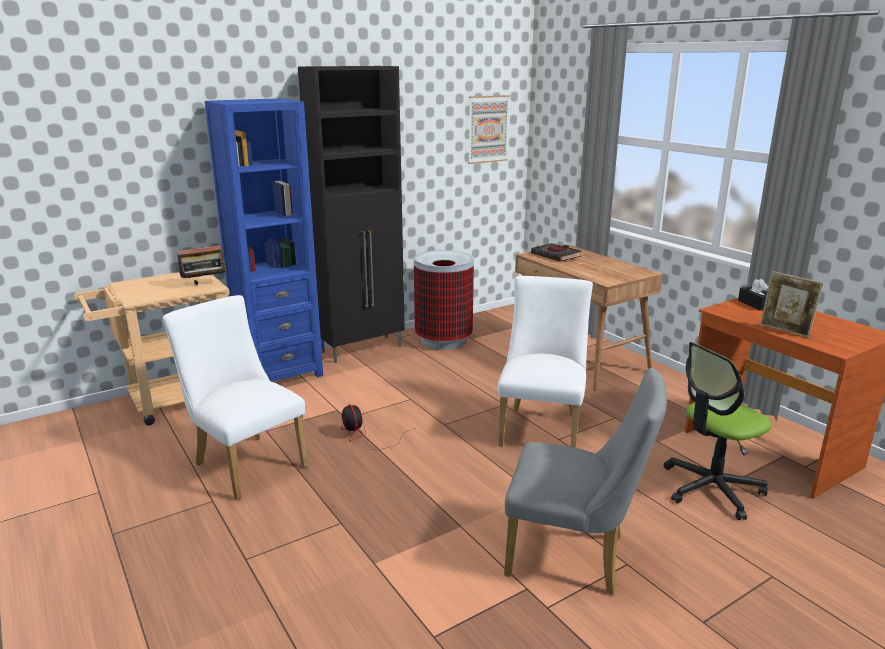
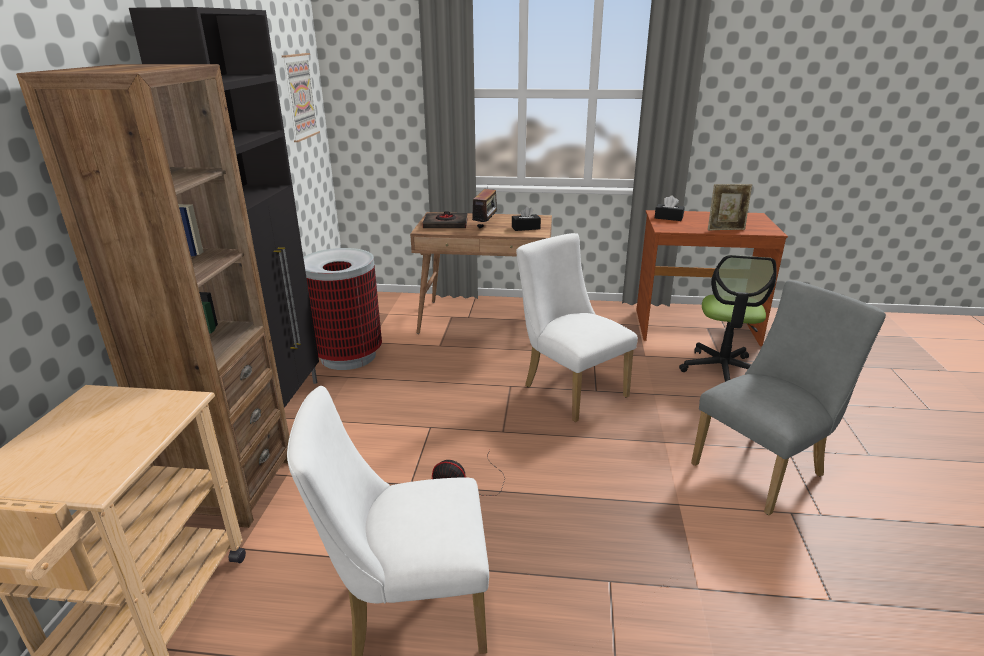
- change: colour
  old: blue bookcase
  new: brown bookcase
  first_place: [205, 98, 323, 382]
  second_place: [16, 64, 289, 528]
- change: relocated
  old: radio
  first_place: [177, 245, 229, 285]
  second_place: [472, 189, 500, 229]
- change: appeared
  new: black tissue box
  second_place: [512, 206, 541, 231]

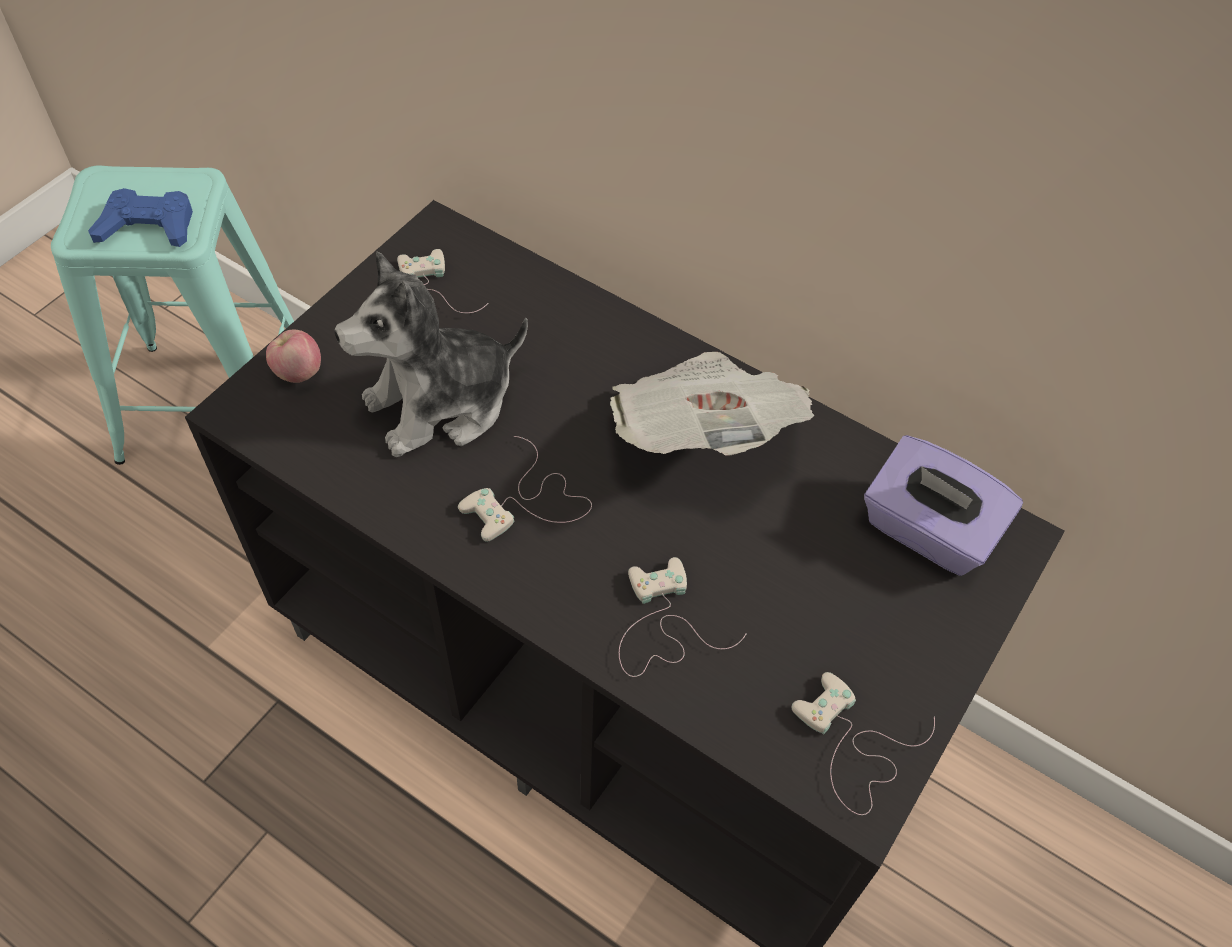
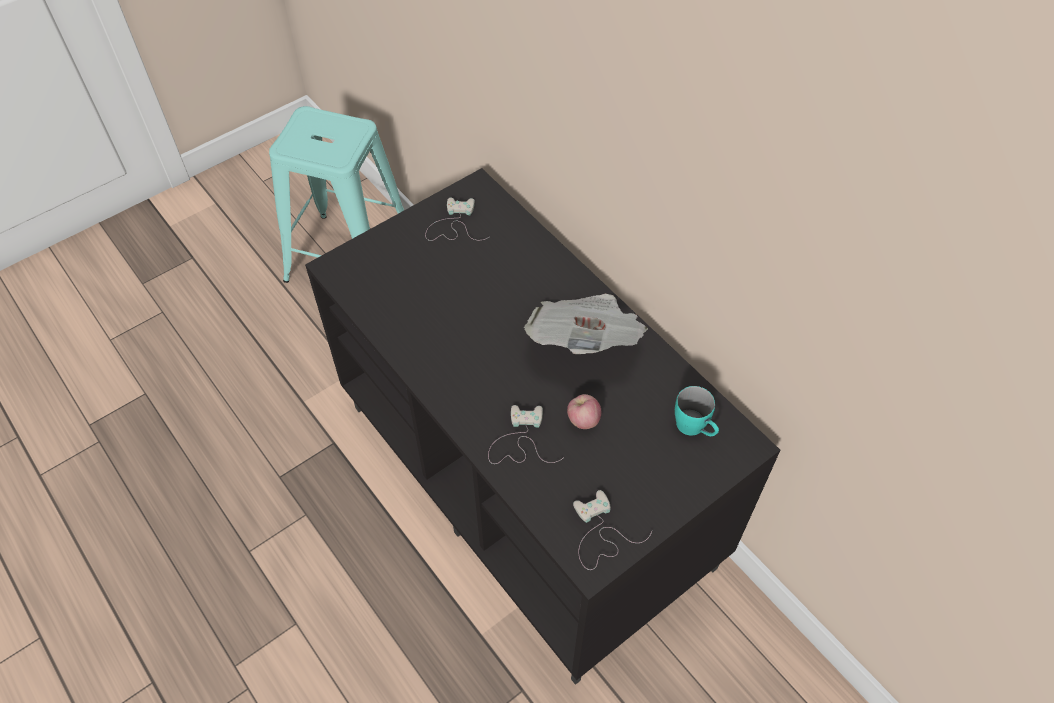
- change: missing
  old: blue game controller
  first_place: [88, 188, 193, 247]
- change: missing
  old: plush toy
  first_place: [335, 251, 528, 457]
- change: relocated
  old: apple
  first_place: [266, 330, 321, 383]
  second_place: [567, 394, 601, 429]
- change: exchanged
  old: purple tissue box
  new: turquoise mug
  first_place: [864, 435, 1023, 576]
  second_place: [675, 386, 719, 436]
- change: missing
  old: white game controller
  first_place: [458, 436, 592, 542]

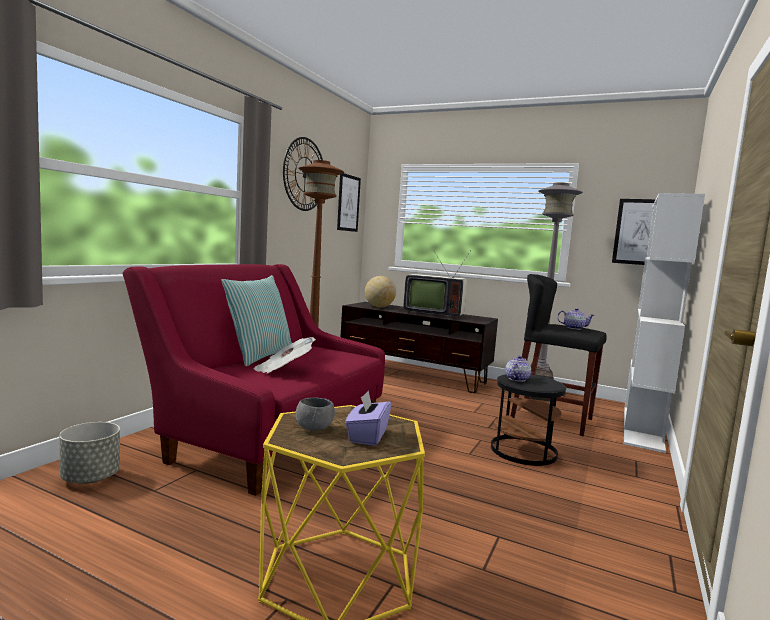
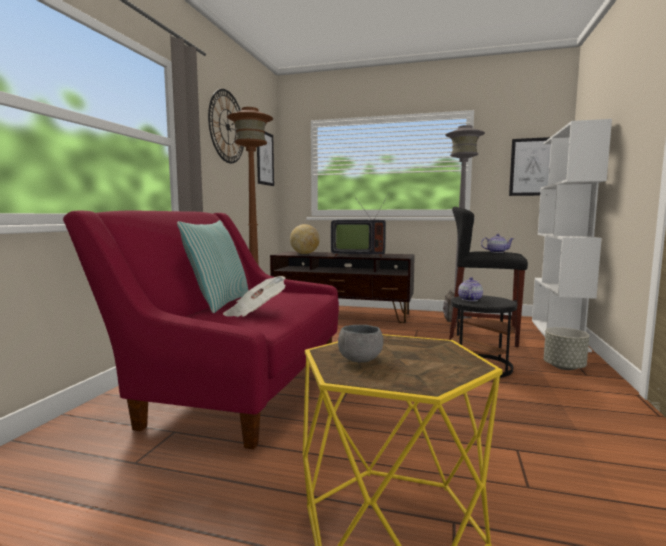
- change: missing
  old: purple tissue box
  first_place: [345, 390, 391, 446]
- change: relocated
  old: grey planter
  first_place: [59, 422, 120, 484]
  second_place: [544, 327, 589, 370]

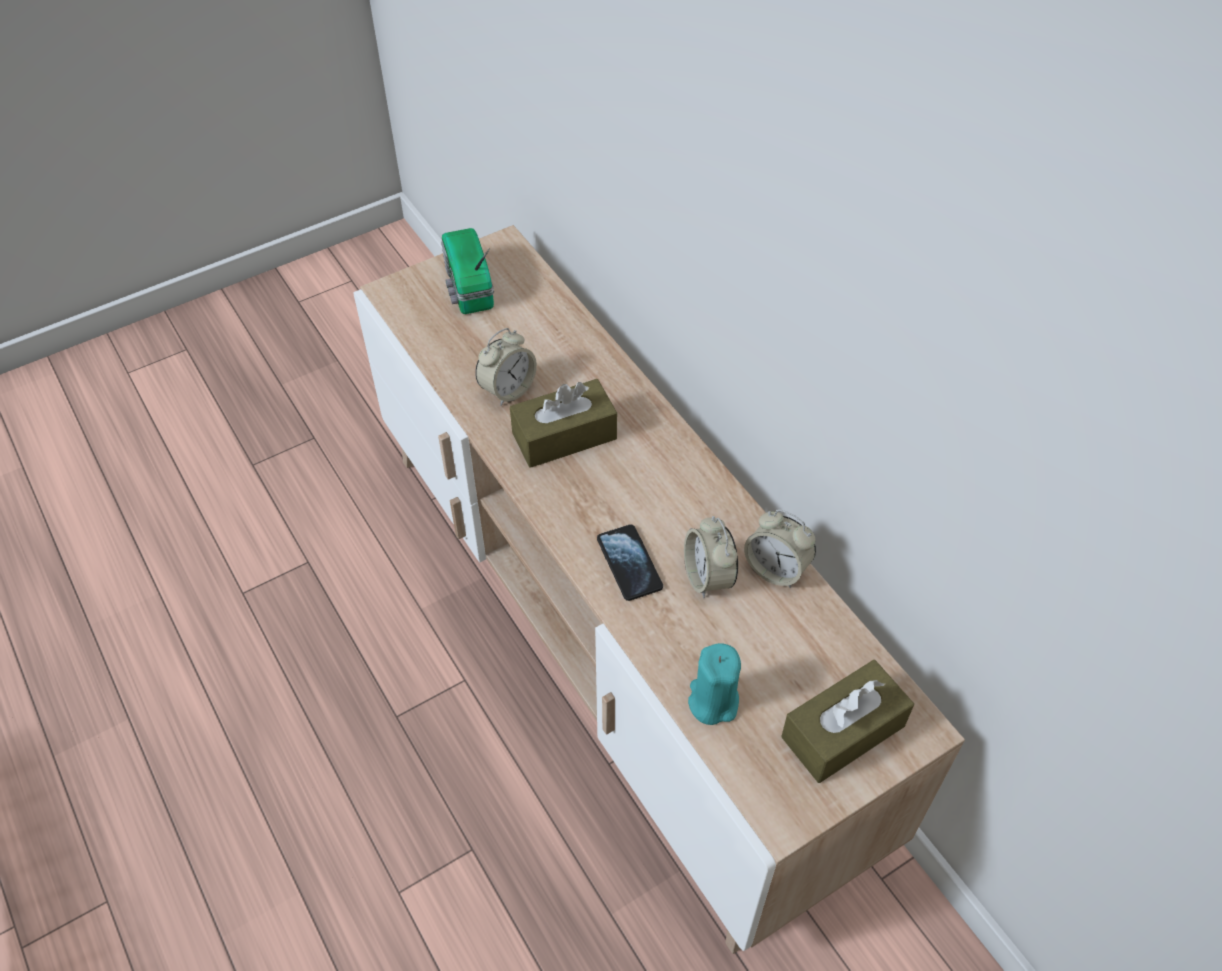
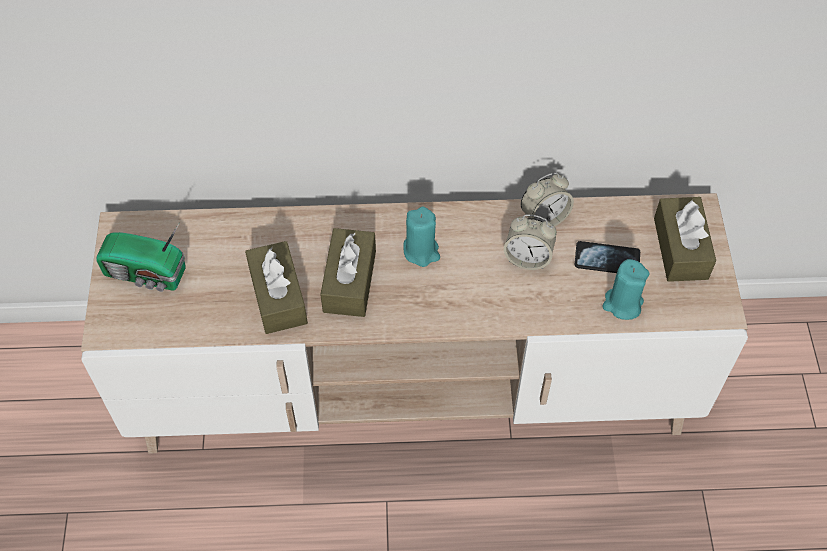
- change: exchanged
  old: alarm clock
  new: brown tissue box
  first_place: [475, 328, 537, 406]
  second_place: [245, 241, 308, 334]
- change: relocated
  old: phone
  first_place: [597, 524, 663, 601]
  second_place: [575, 241, 640, 273]
- change: appeared
  new: turquoise candle
  second_place: [404, 207, 440, 267]

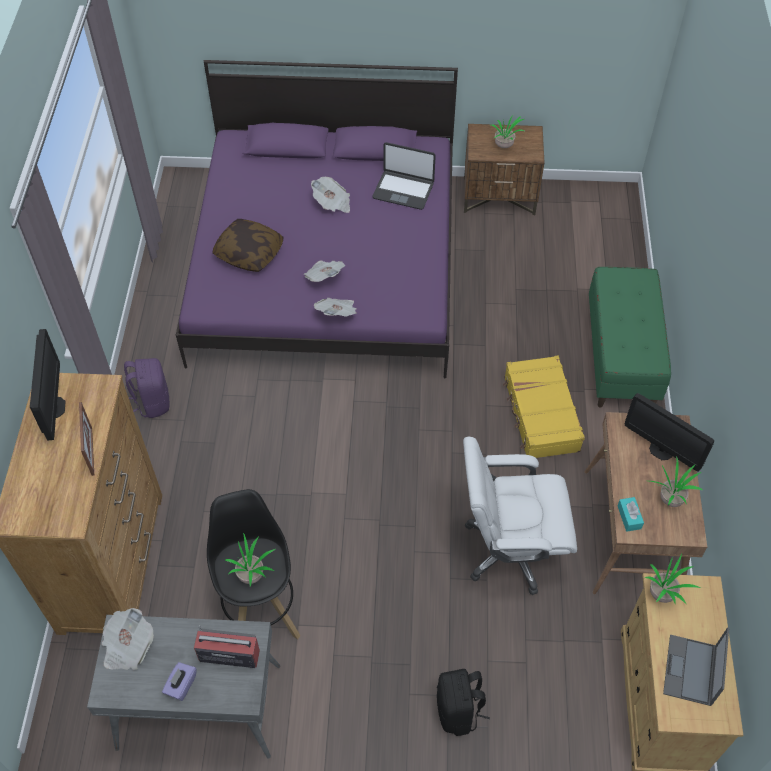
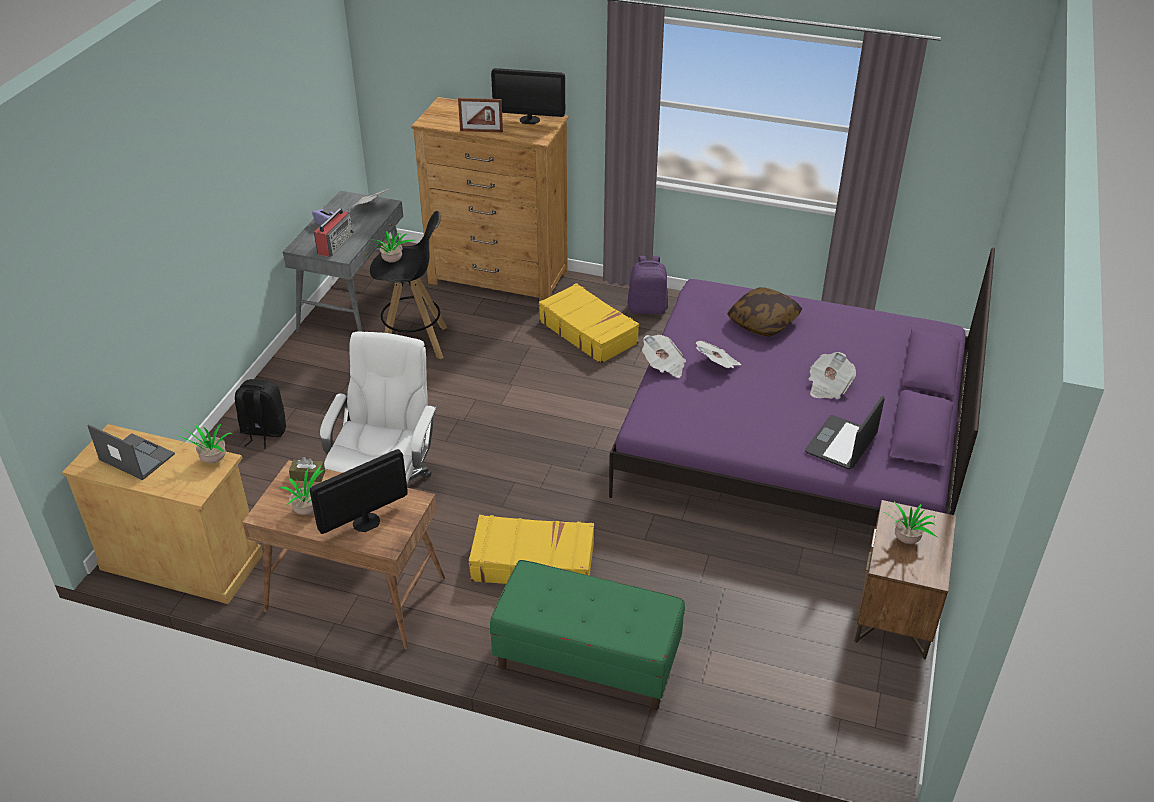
- change: colour
  old: turquoise tissue box
  new: brown tissue box
  first_place: [617, 497, 644, 532]
  second_place: [289, 457, 325, 482]
- change: appeared
  new: yellow suitcase
  second_place: [539, 283, 639, 364]

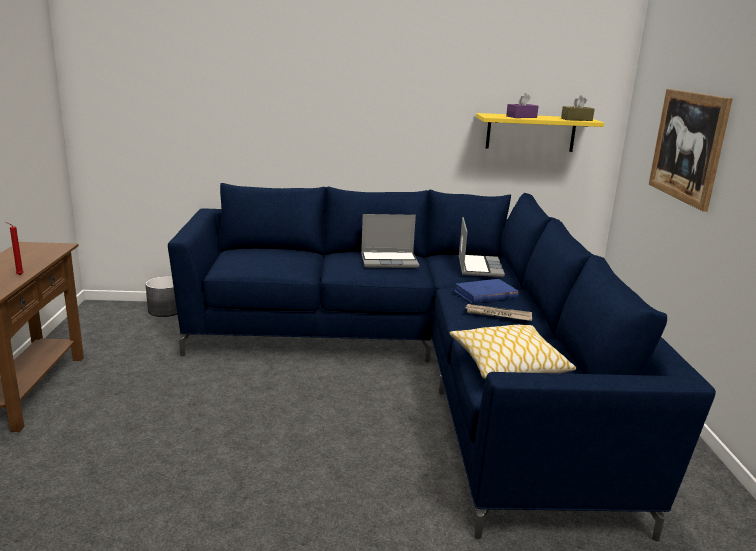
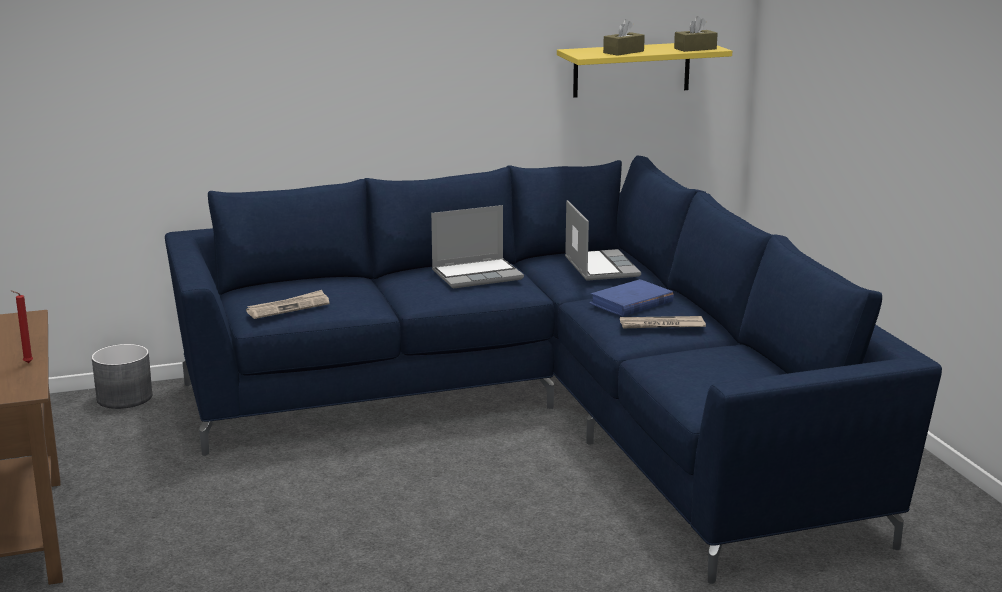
- change: missing
  old: picture
  first_place: [649, 89, 733, 212]
- change: colour
  old: purple tissue box
  new: brown tissue box
  first_place: [506, 93, 538, 118]
  second_place: [603, 19, 645, 56]
- change: missing
  old: pillow
  first_place: [450, 325, 576, 379]
- change: appeared
  new: newspaper
  second_place: [246, 290, 330, 319]

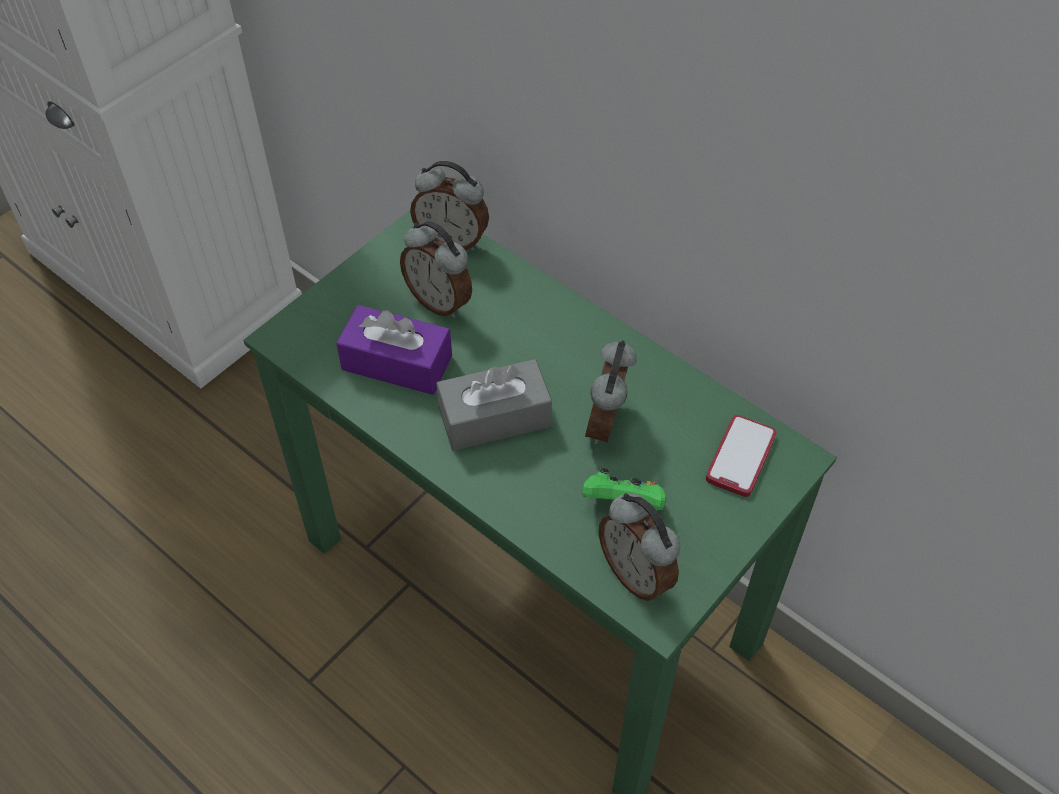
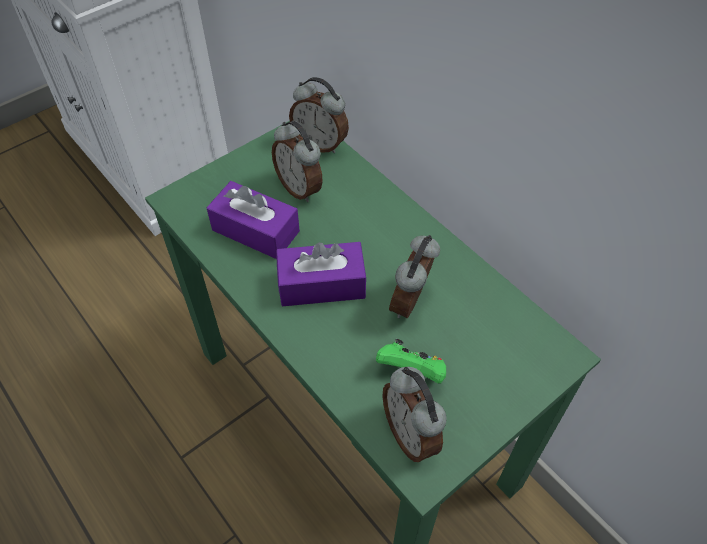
- change: colour
  old: grey tissue box
  new: purple tissue box
  first_place: [436, 359, 552, 451]
  second_place: [276, 242, 367, 306]
- change: missing
  old: phone
  first_place: [706, 415, 777, 497]

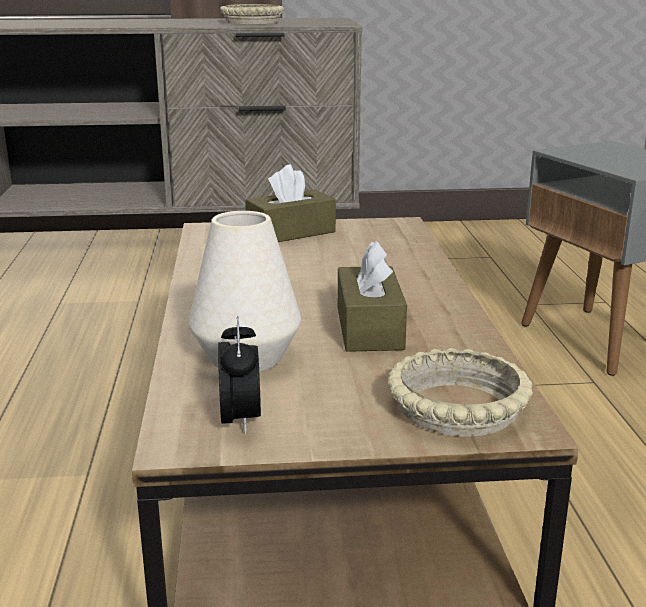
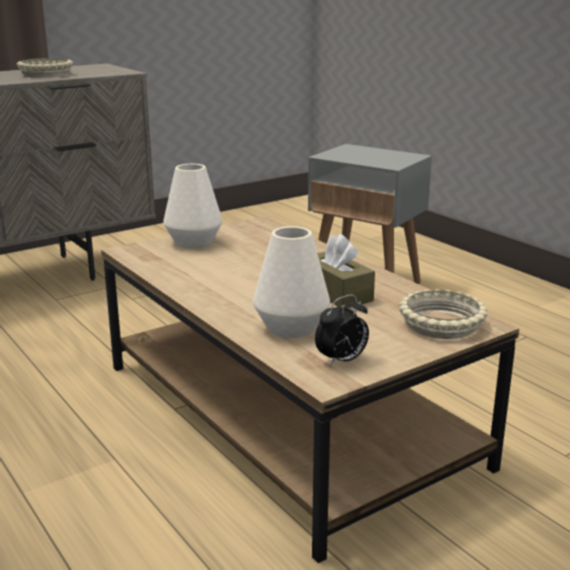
- change: exchanged
  old: brown tissue box
  new: white vase
  first_place: [245, 164, 336, 242]
  second_place: [163, 164, 222, 248]
- change: spun
  old: alarm clock
  first_place: [218, 316, 261, 435]
  second_place: [315, 295, 369, 367]
  degrees: 90

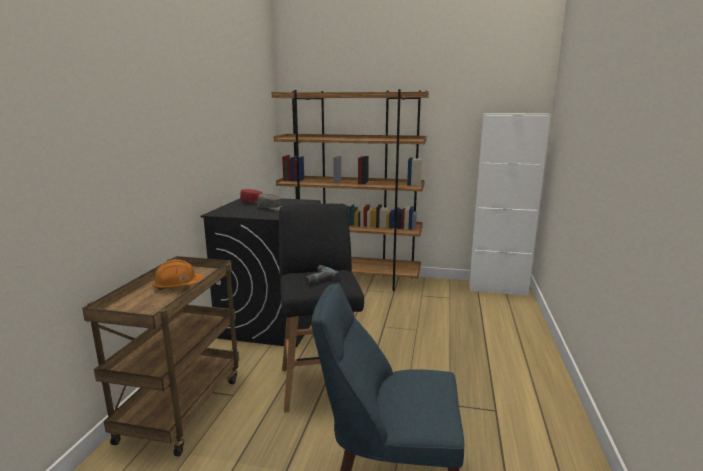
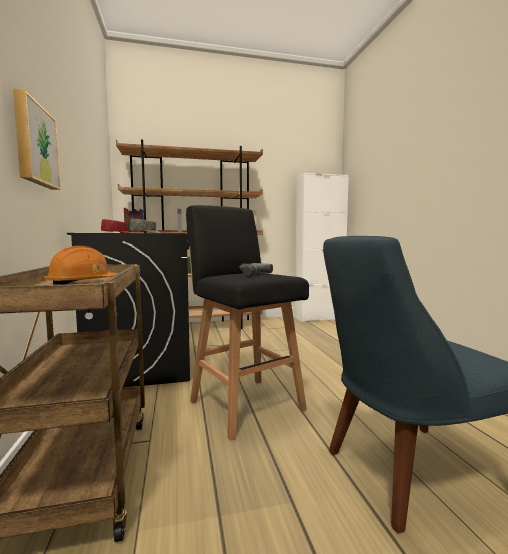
- change: appeared
  new: picture
  second_place: [13, 89, 61, 190]

